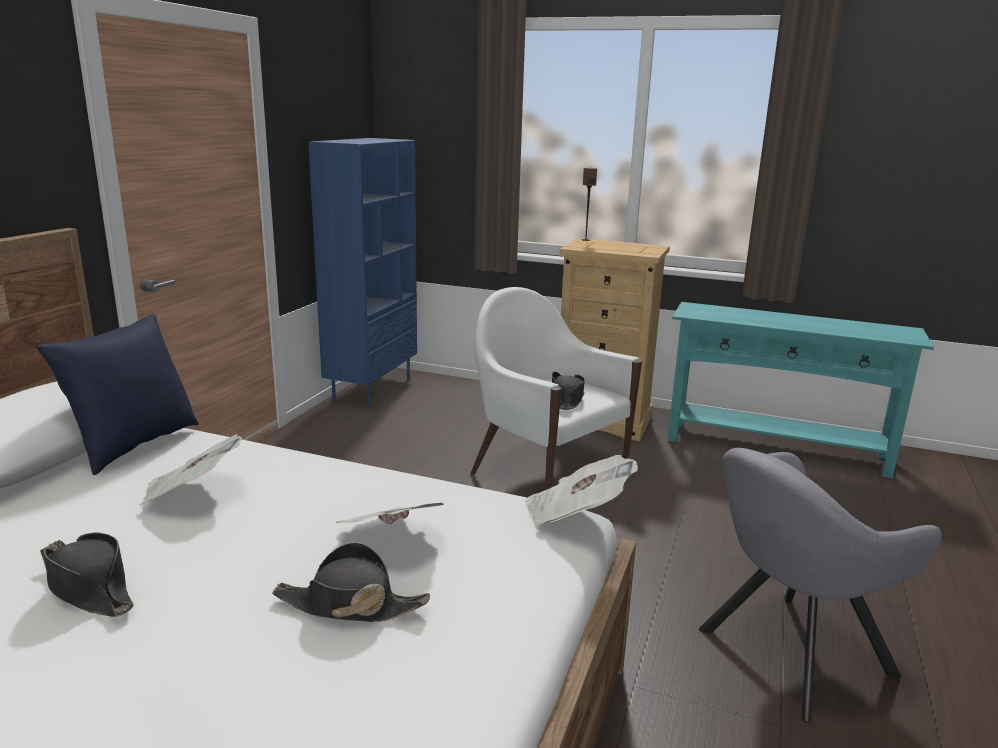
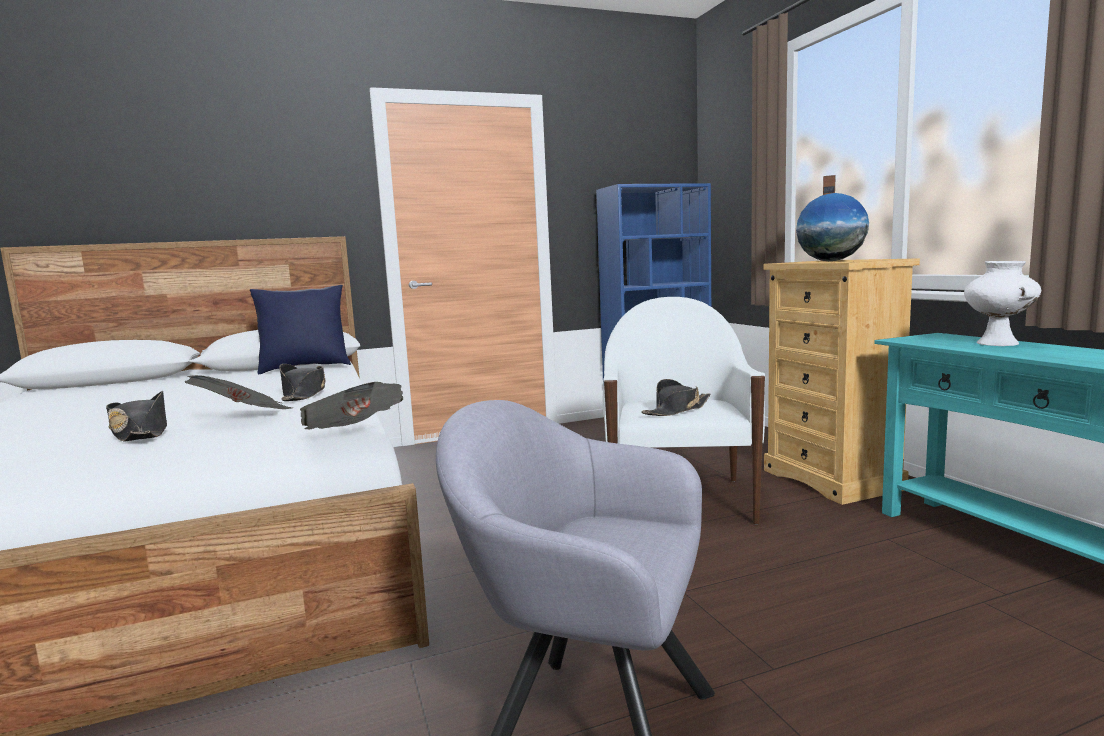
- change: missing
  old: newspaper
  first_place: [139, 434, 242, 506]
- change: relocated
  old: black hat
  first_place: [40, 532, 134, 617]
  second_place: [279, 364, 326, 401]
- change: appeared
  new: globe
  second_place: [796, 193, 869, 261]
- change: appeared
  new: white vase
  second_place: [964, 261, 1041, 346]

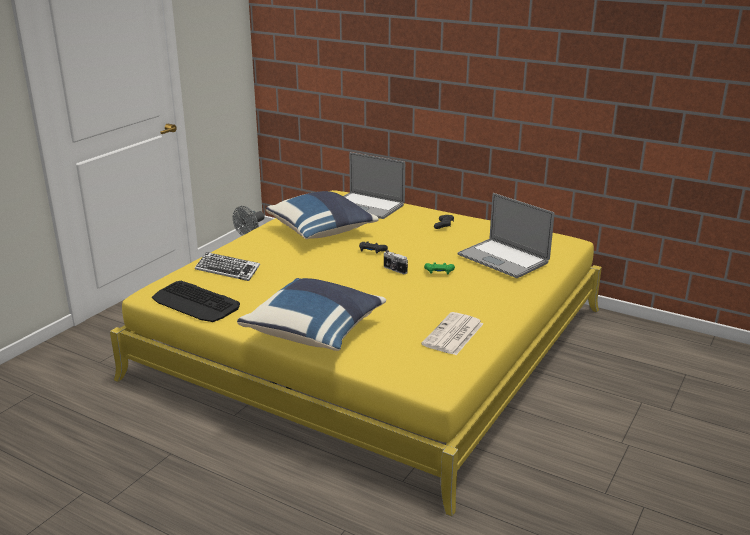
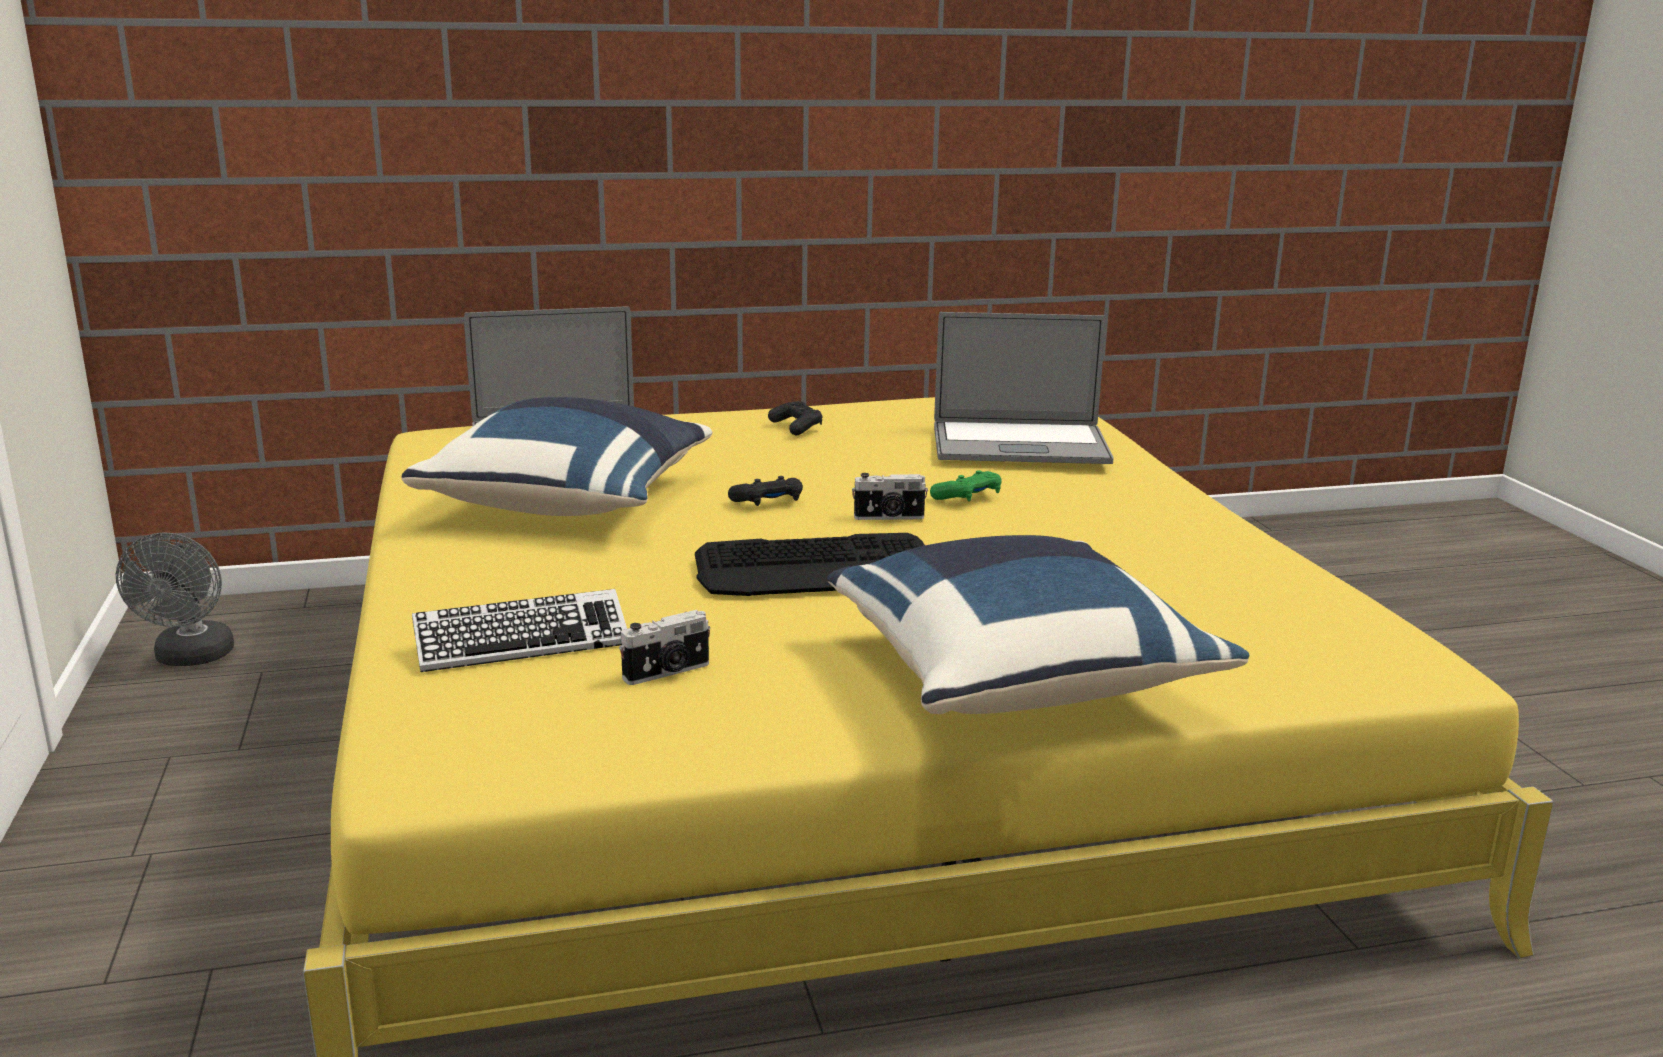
- change: relocated
  old: keyboard
  first_place: [152, 281, 240, 322]
  second_place: [695, 533, 925, 596]
- change: missing
  old: newspaper
  first_place: [421, 312, 483, 355]
- change: appeared
  new: photo camera
  second_place: [619, 610, 710, 685]

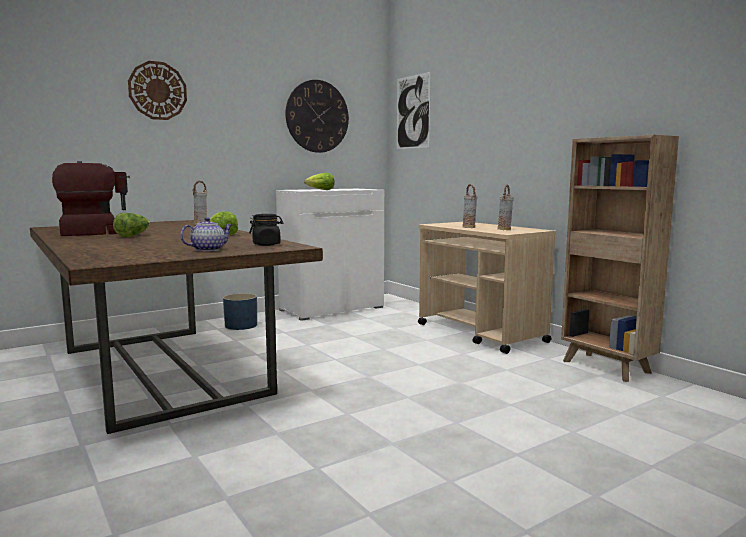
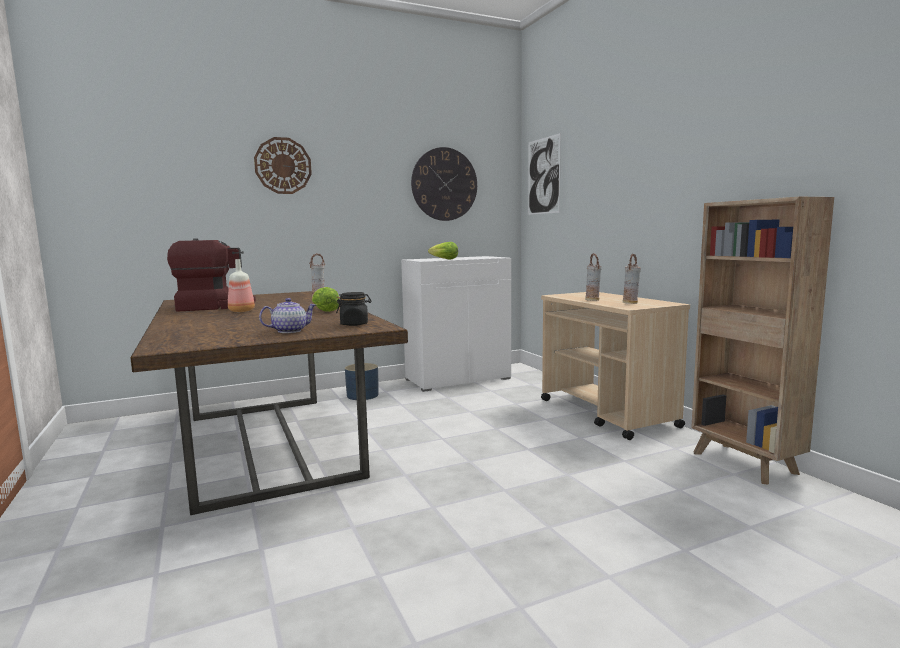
- change: exchanged
  old: lettuce
  new: bottle
  first_place: [113, 213, 150, 237]
  second_place: [228, 259, 255, 312]

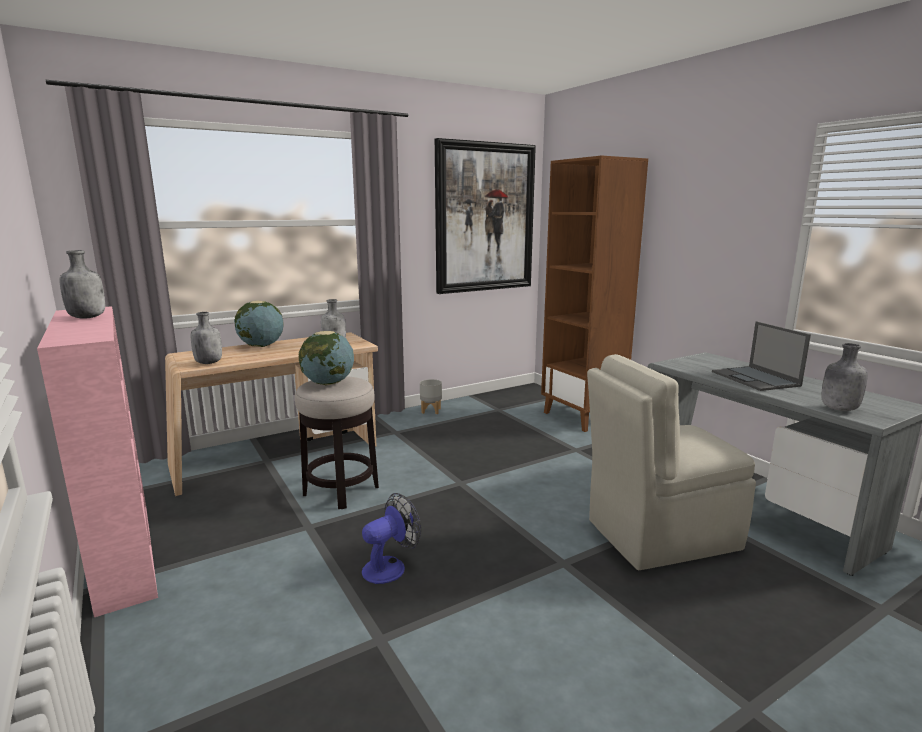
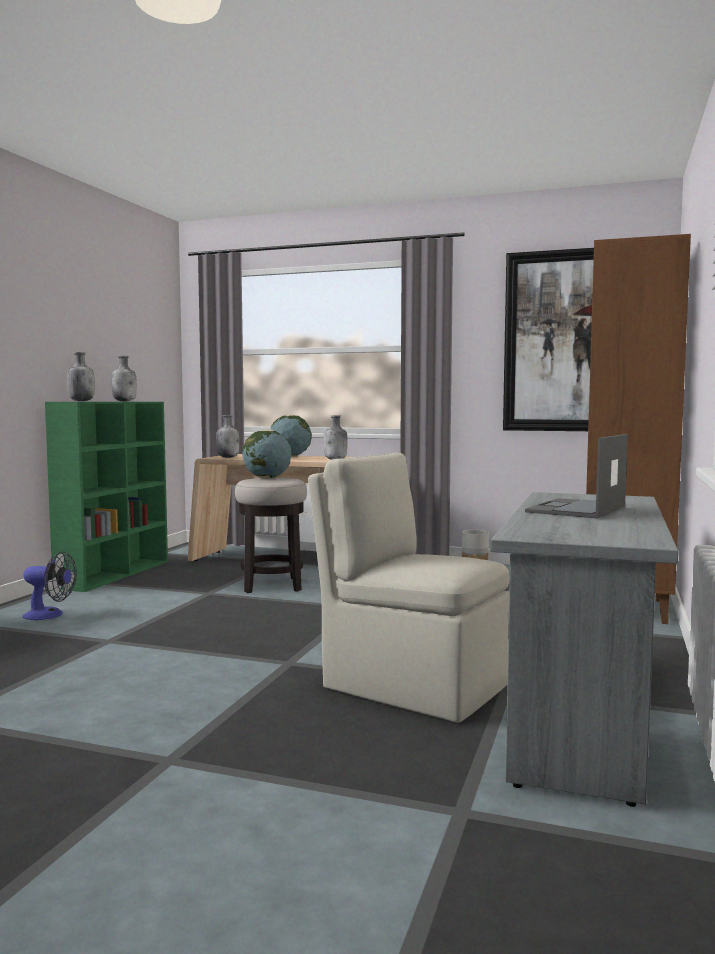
- change: colour
  old: pink bookcase
  new: green bookcase
  first_place: [37, 306, 158, 617]
  second_place: [45, 402, 168, 592]
- change: relocated
  old: grey bottle
  first_place: [821, 343, 868, 411]
  second_place: [67, 352, 95, 401]
- change: relocated
  old: fan
  first_place: [362, 493, 421, 584]
  second_place: [23, 551, 77, 620]

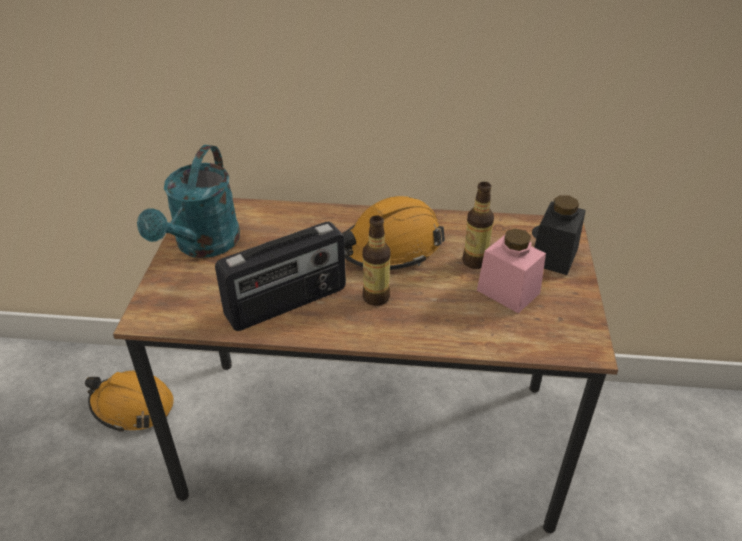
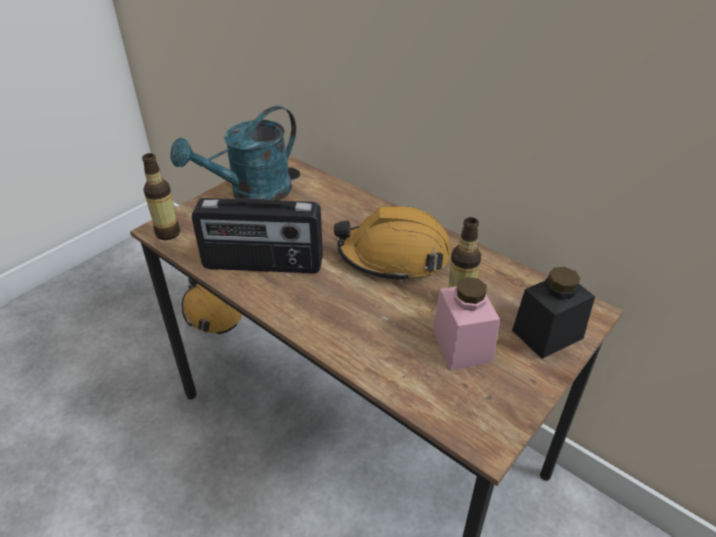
- change: relocated
  old: bottle
  first_place: [362, 216, 391, 306]
  second_place: [142, 153, 180, 240]

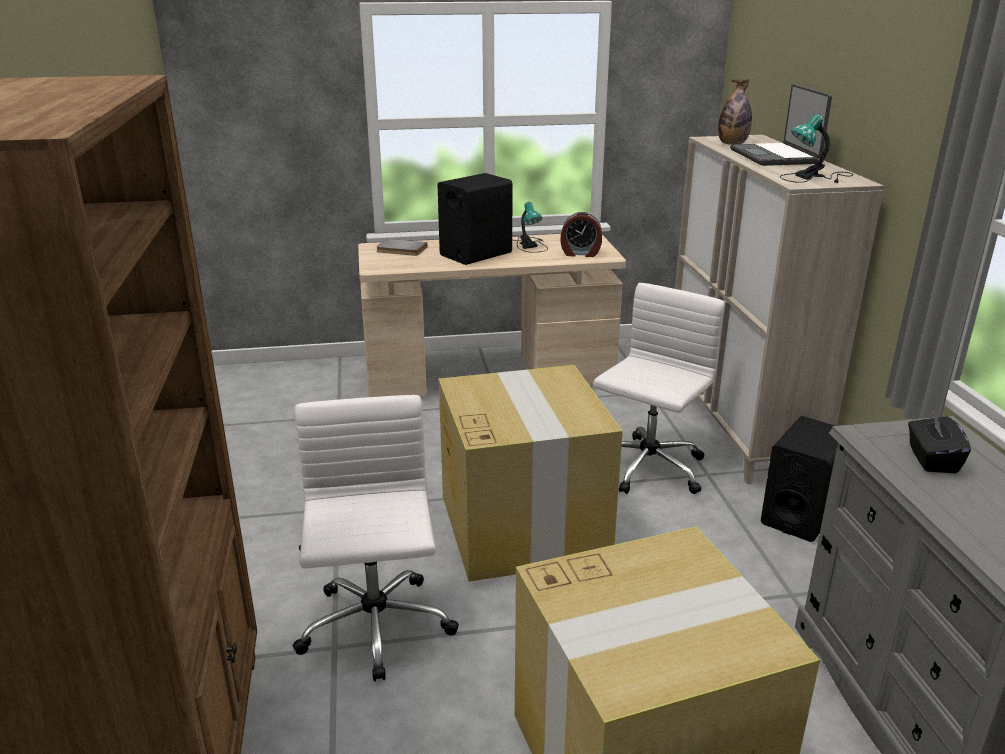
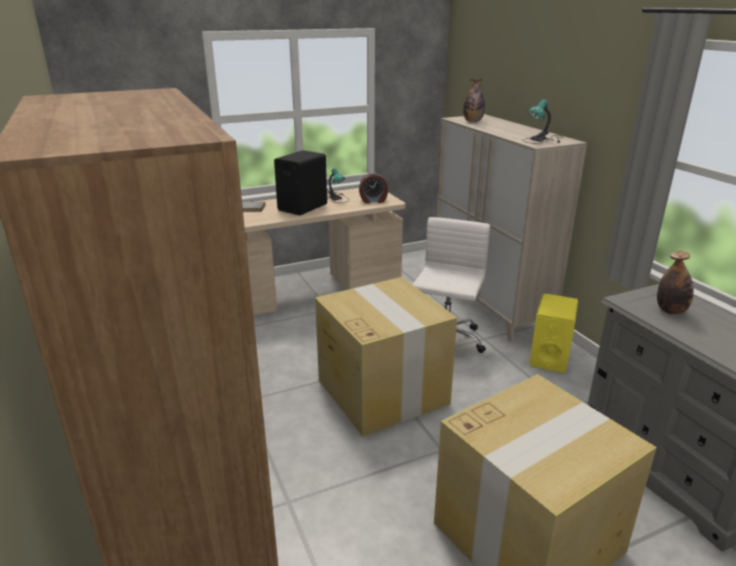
- change: missing
  old: laptop
  first_place: [730, 84, 832, 166]
- change: missing
  old: white office chair
  first_place: [292, 395, 459, 681]
- change: exchanged
  old: black tissue box
  new: bottle
  first_place: [908, 411, 971, 474]
  second_place: [657, 251, 693, 314]
- change: colour
  old: black speaker
  new: yellow speaker
  first_place: [761, 416, 838, 542]
  second_place: [529, 293, 578, 373]

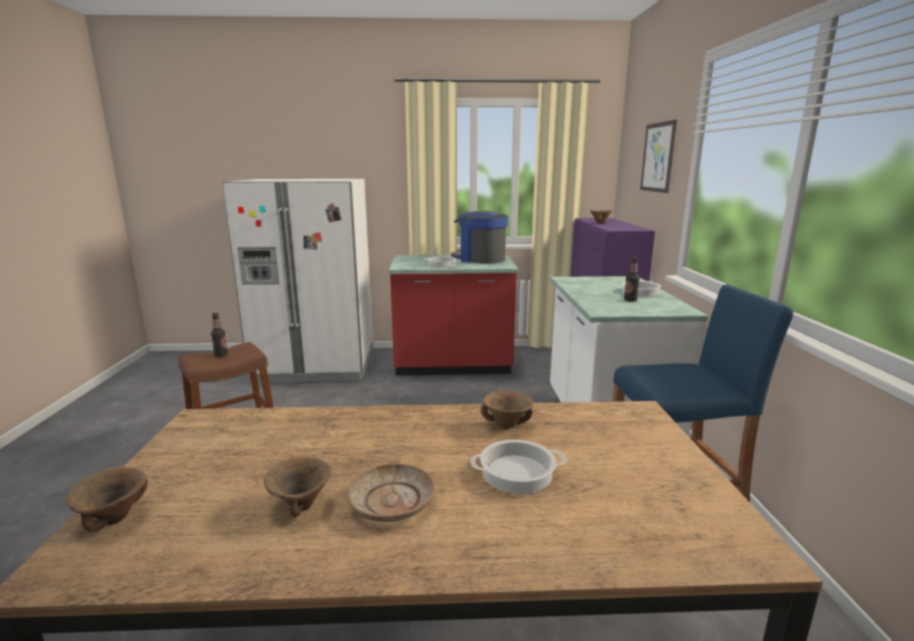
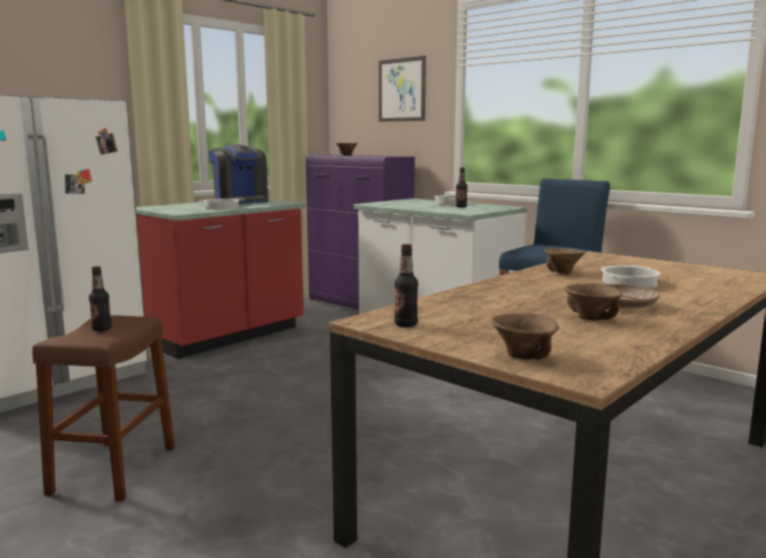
- change: spun
  old: coffee machine
  first_place: [451, 211, 508, 264]
  second_place: [208, 144, 268, 204]
  degrees: -105
- change: appeared
  new: bottle
  second_place: [394, 244, 418, 327]

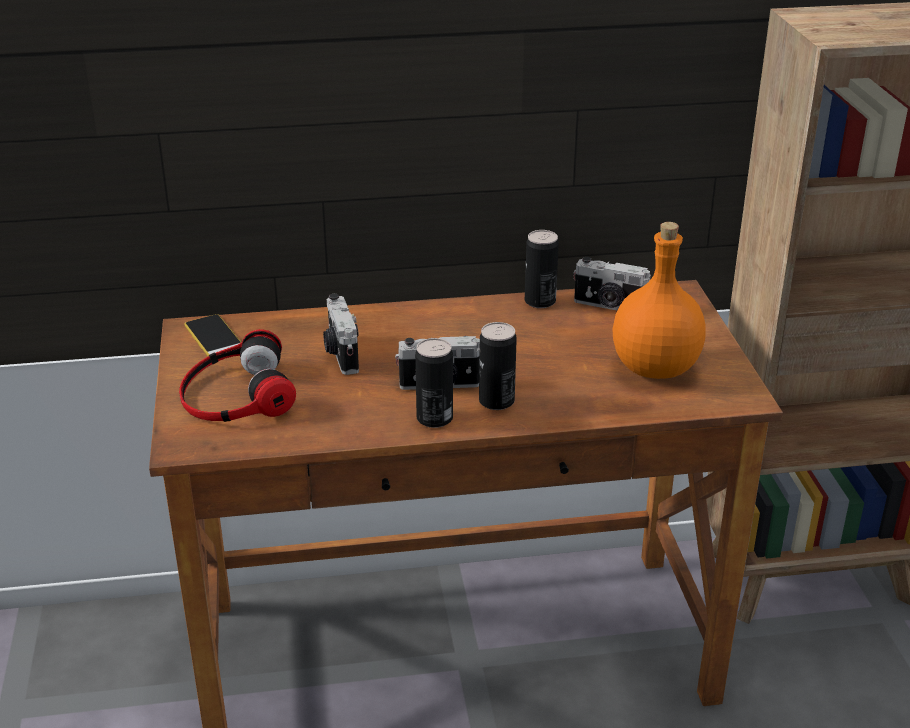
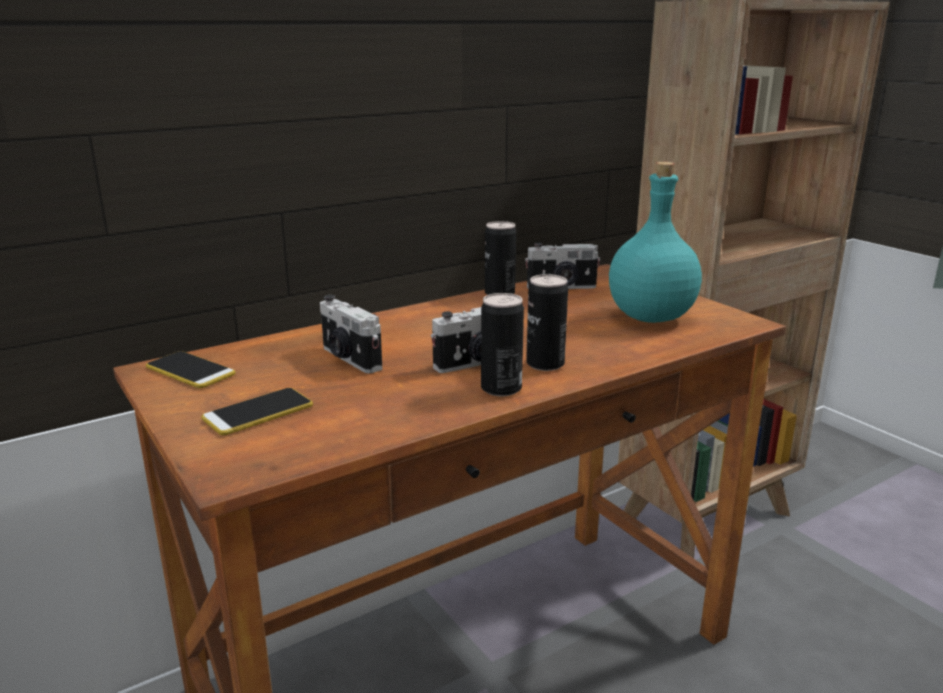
- change: colour
  old: orange bottle
  new: turquoise bottle
  first_place: [612, 222, 706, 379]
  second_place: [609, 162, 702, 323]
- change: exchanged
  old: headphones
  new: phone
  first_place: [179, 329, 296, 422]
  second_place: [201, 388, 313, 435]

